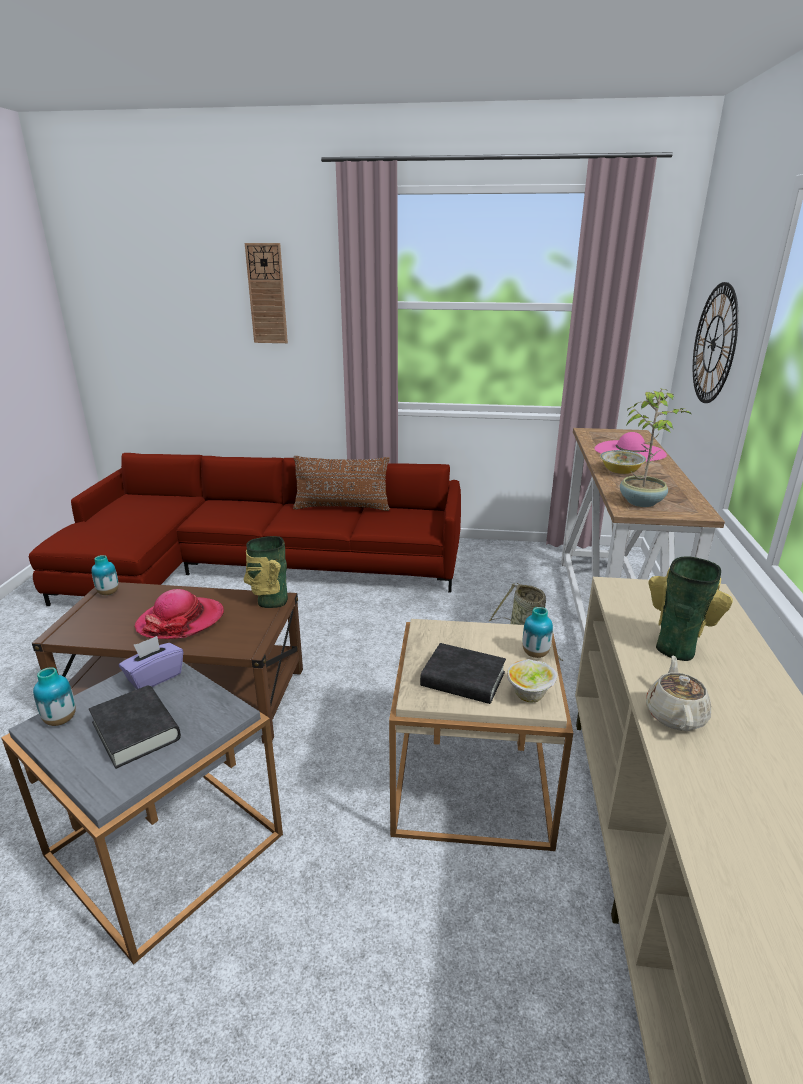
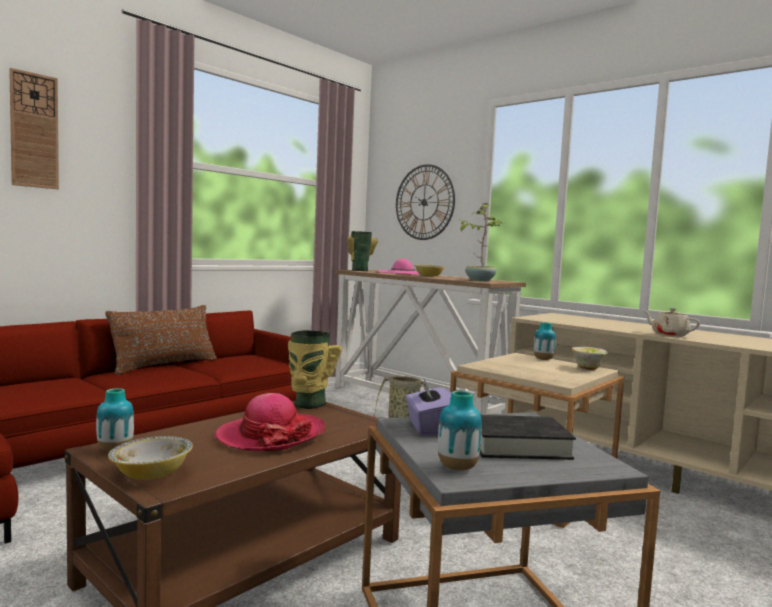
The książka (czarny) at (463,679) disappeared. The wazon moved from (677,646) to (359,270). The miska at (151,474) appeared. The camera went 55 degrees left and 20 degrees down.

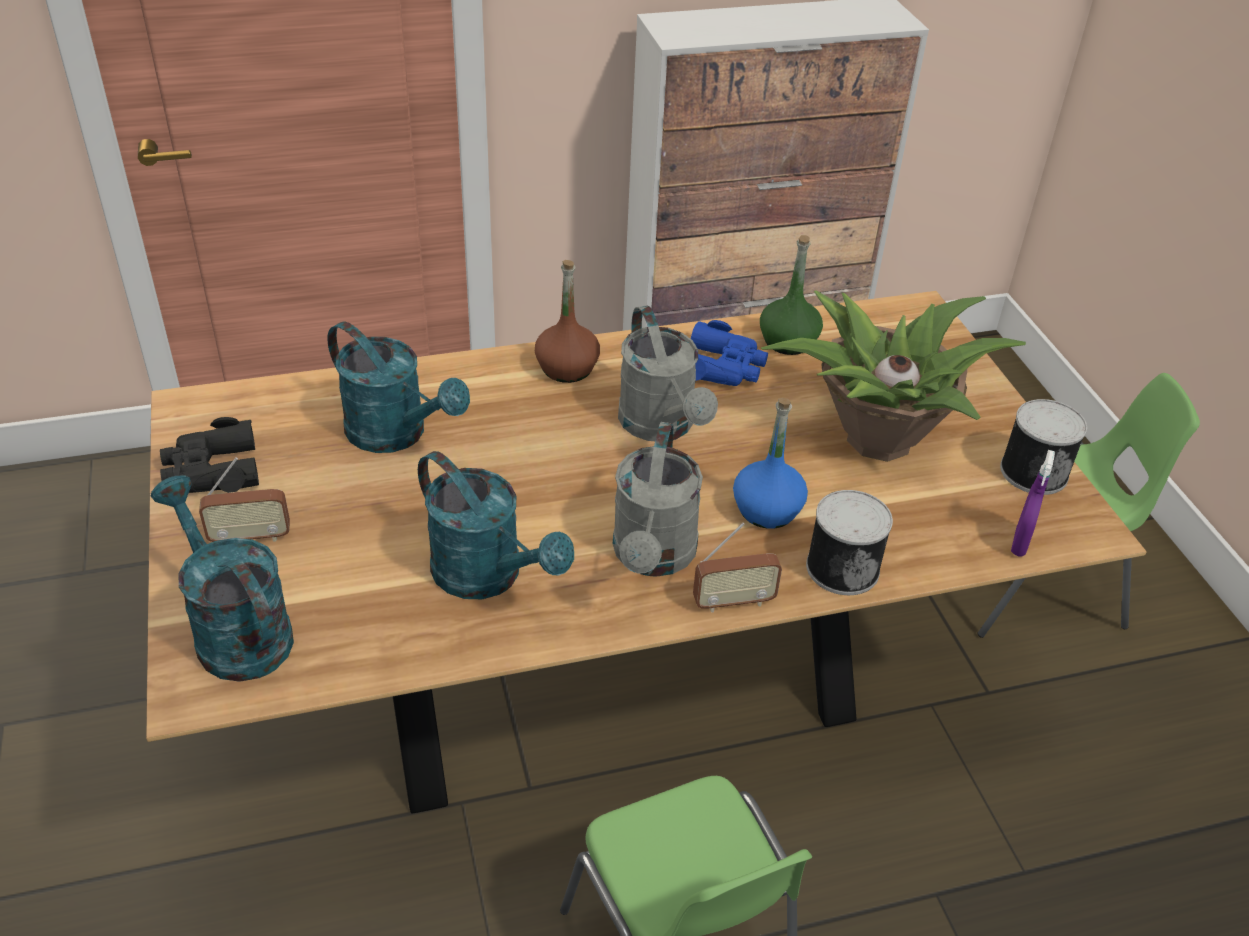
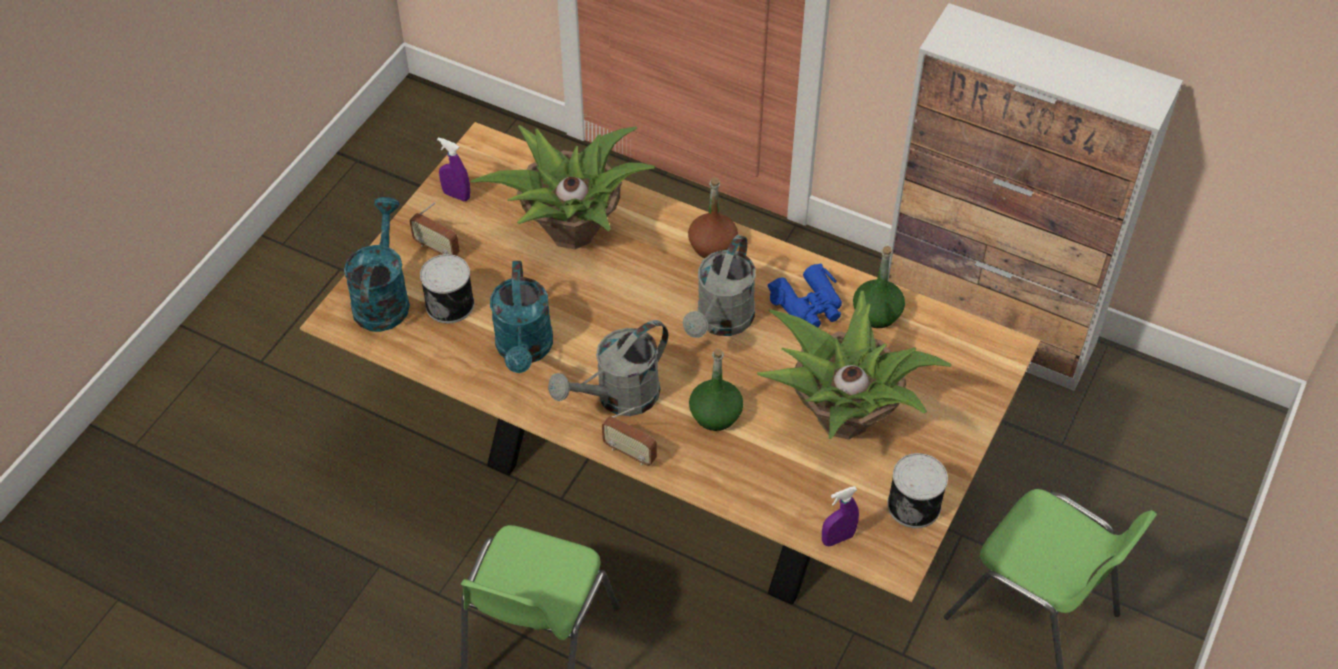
The lornetka (czarny) at (212,471) was replaced by the spryskiwacz (fioletowy) at (456,195). The konewka (turkusowy) at (397,434) was replaced by the roślina doniczkowa at (569,231). The butelka (niebieski) at (767,510) became the butelka (zielony) at (715,414). The puszka moved from (842,566) to (451,303). The camera went 45 degrees right and 10 degrees up.

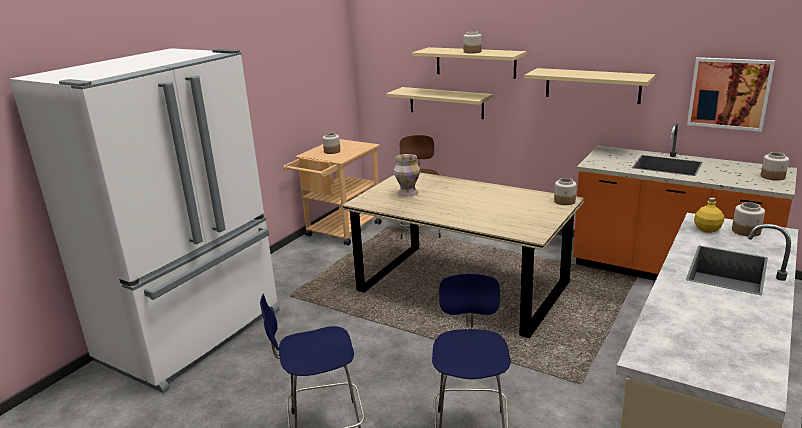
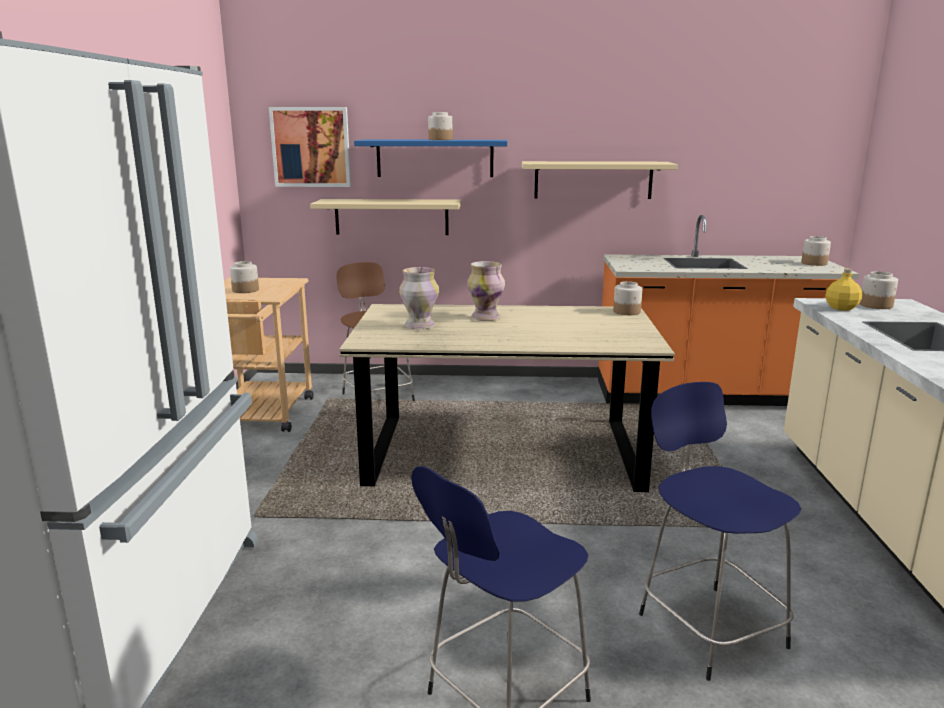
The półka (beżowy) at (475,62) became the półka (niebieski) at (435,158). The obraz moved from (729,93) to (311,147). The wazon at (485,317) appeared. The camera went 30 degrees left and 5 degrees down.

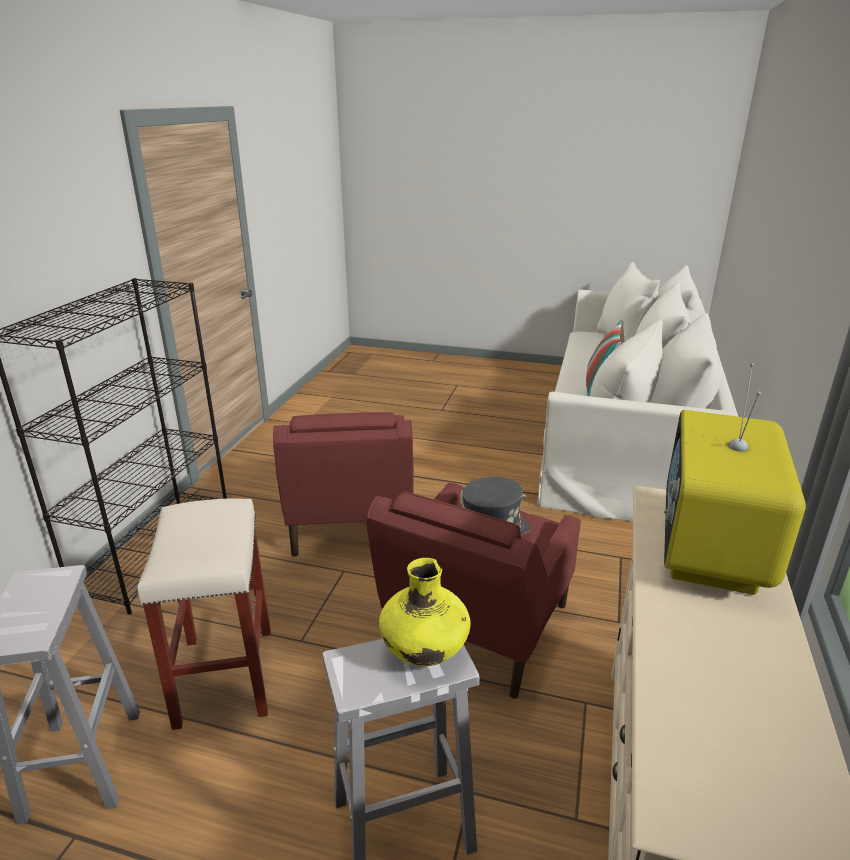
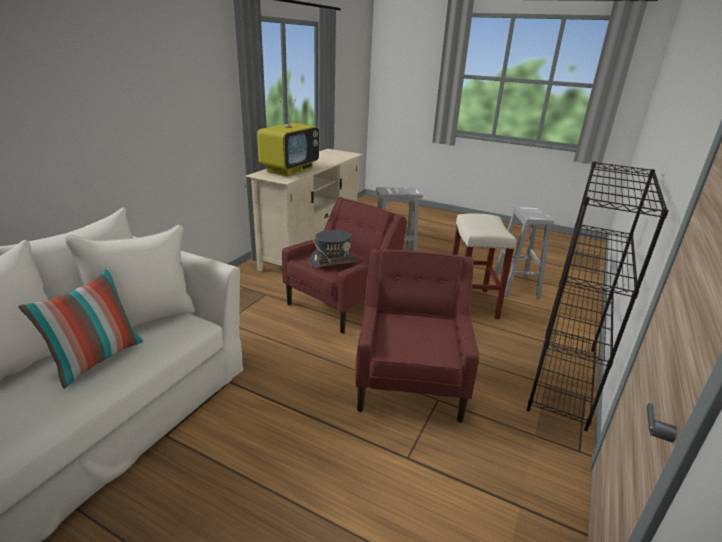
The wazon (żółty) at (424,651) disappeared. The camera went 170 degrees left and 0 degrees up.

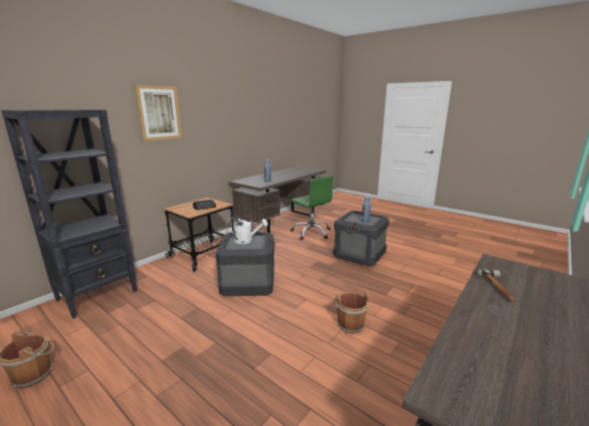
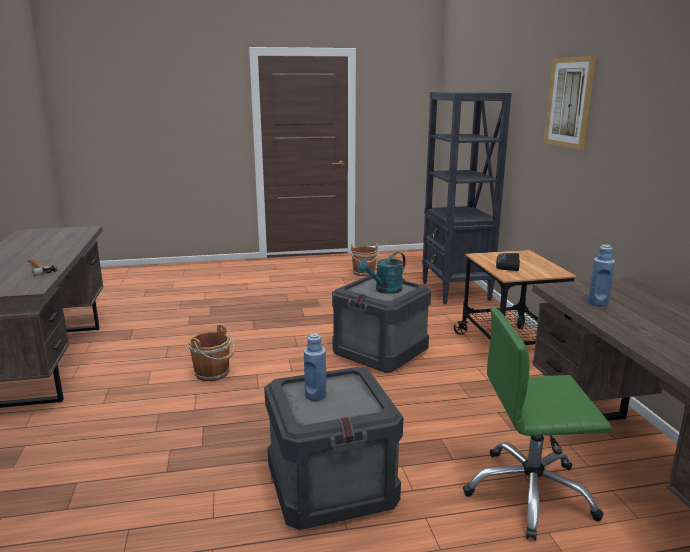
The konewka (biały) at (247,241) became the konewka (turkusowy) at (385,290). The camera went 130 degrees right and 0 degrees up.

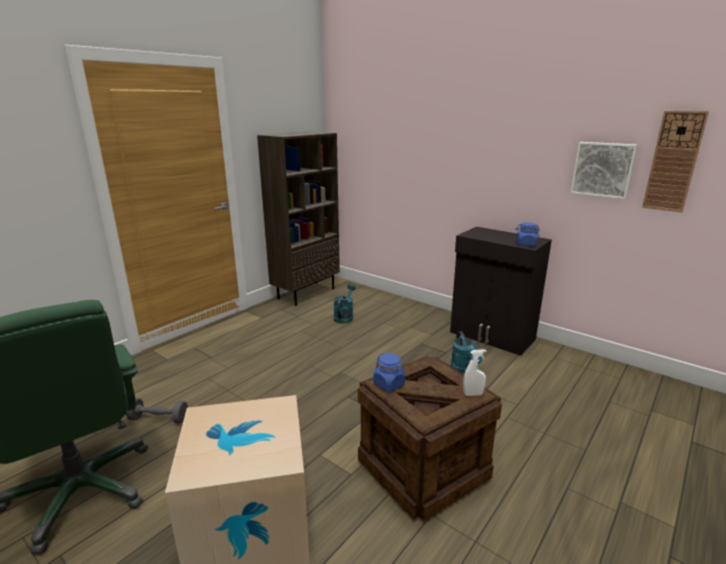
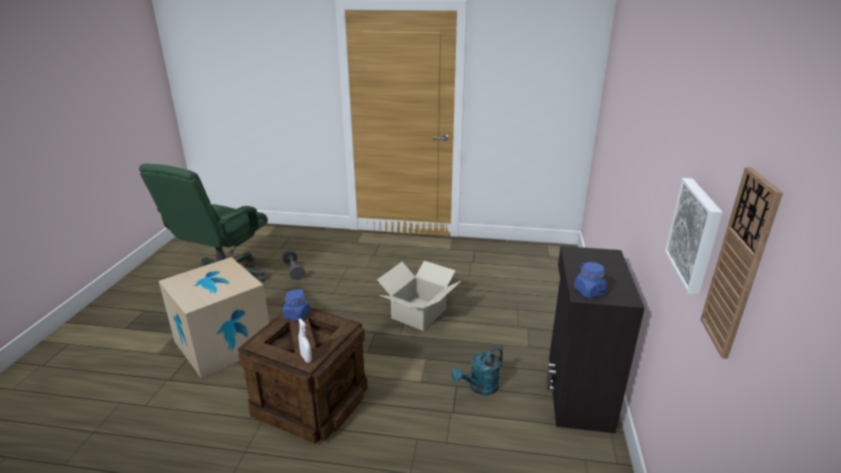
The regał (brązowy) at (306,293) disappeared. The konewka (turkusowy) at (344,316) disappeared. The karton at (419,313) appeared. The camera went 60 degrees right and 5 degrees up.

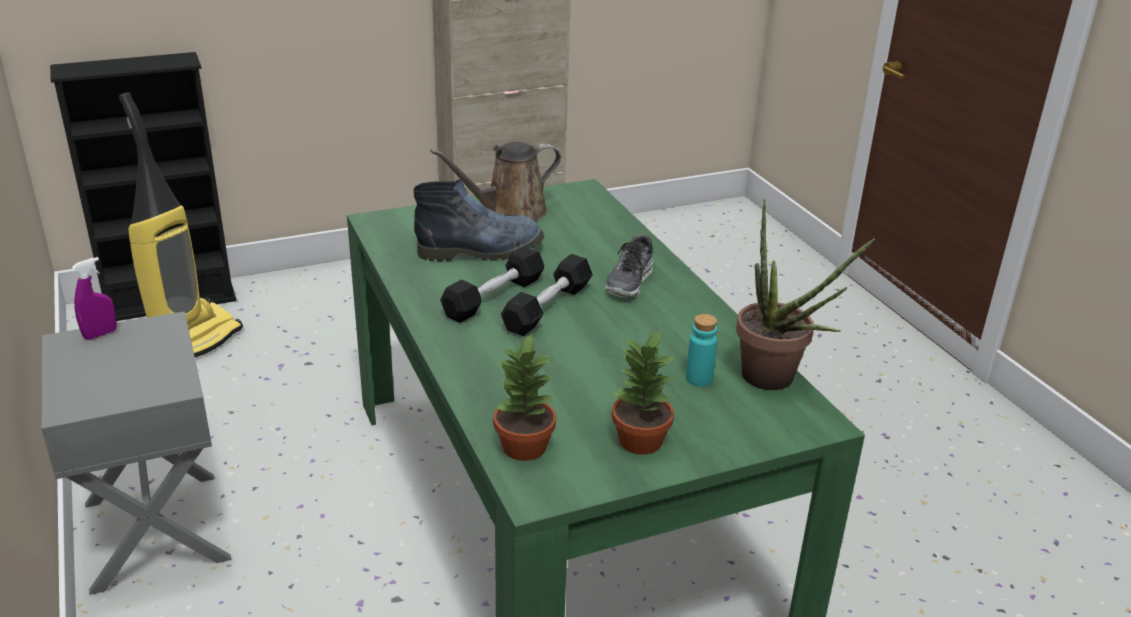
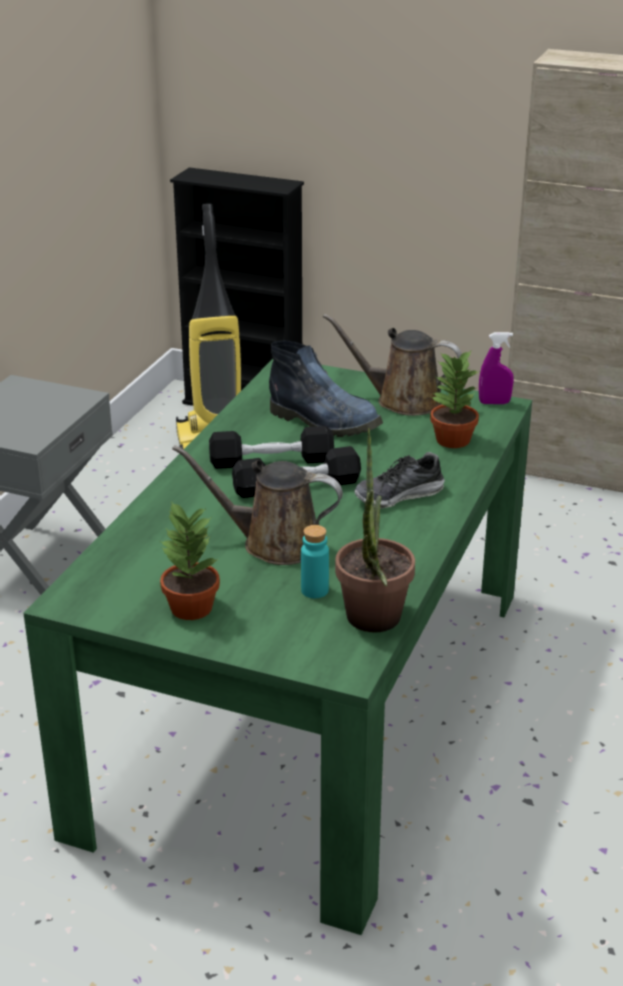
The spryskiwacz (fioletowy) moved from (100,334) to (494,403). The roślina doniczkowa moved from (523,447) to (451,440). The konewka (brązowy) at (274,543) appeared. The camera went 45 degrees right and 0 degrees up.

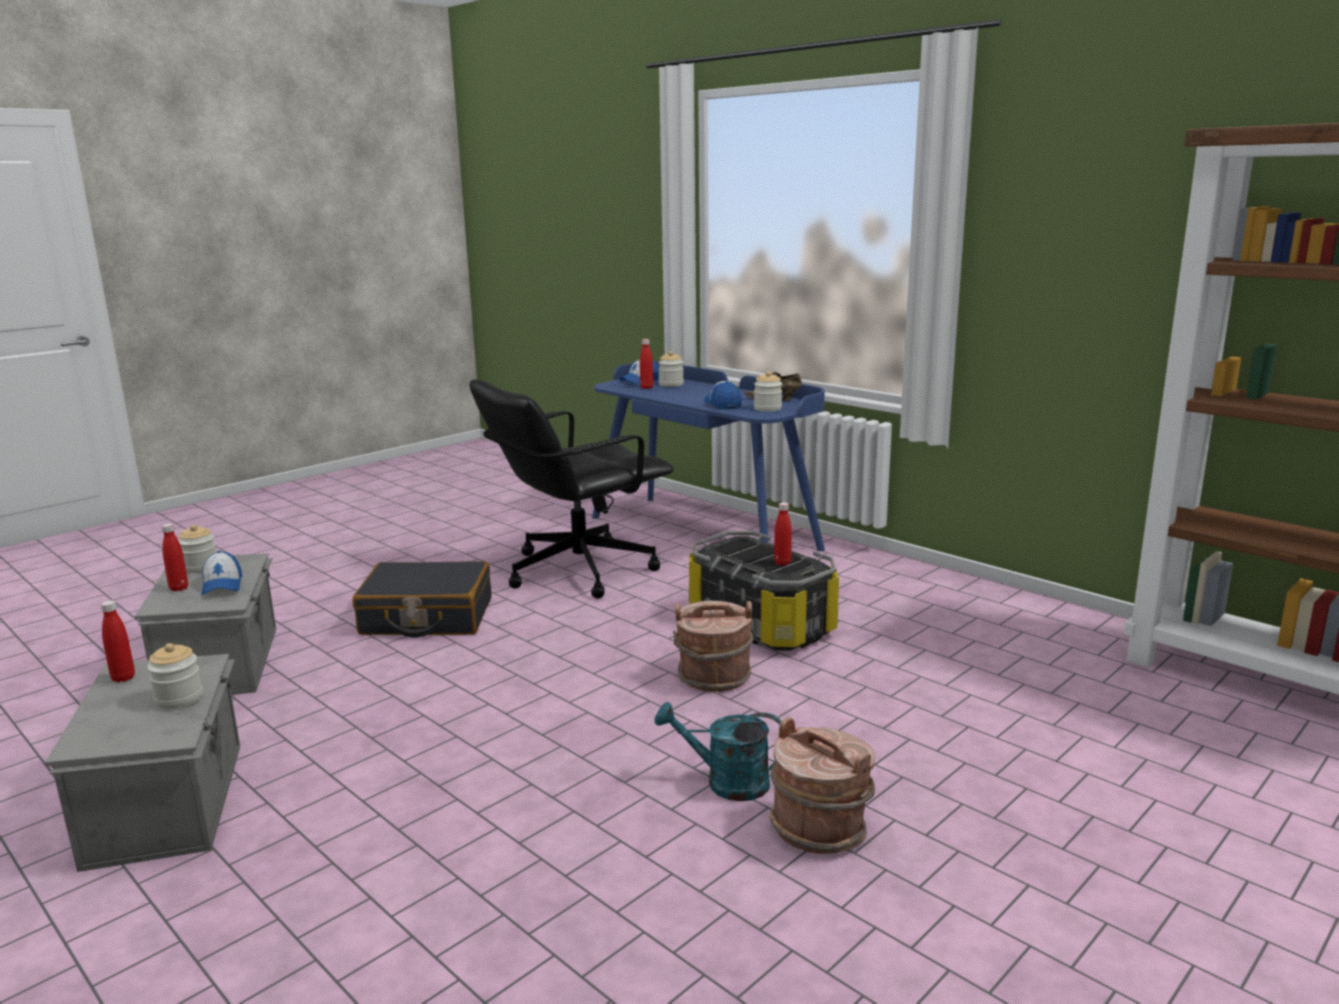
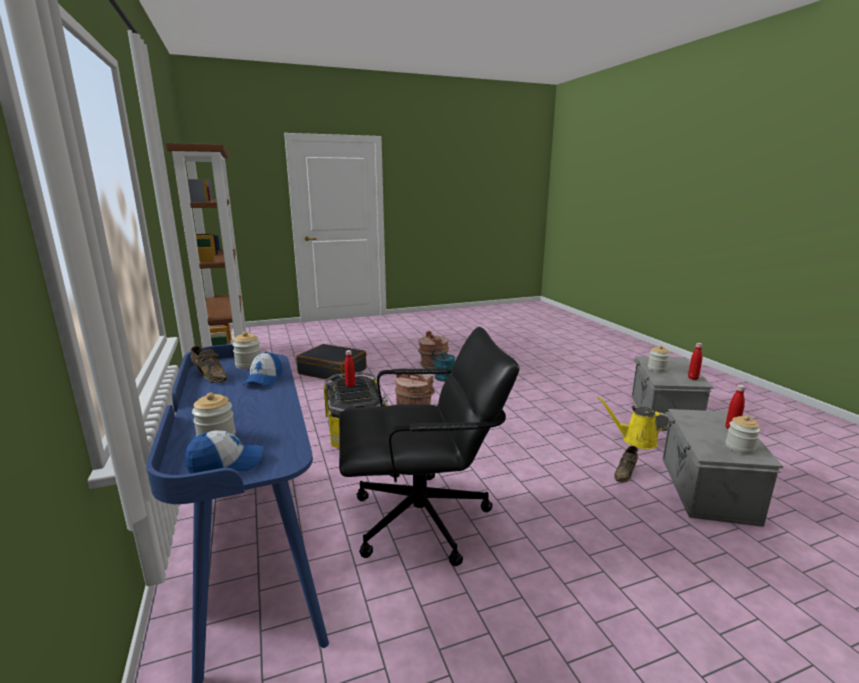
The czapka z daszkiem at (222,585) disappeared. The walizka (czarny) moved from (426,617) to (333,371). The butelka (czerwony) at (646,388) disappeared. The konewka (żółty) at (636,440) appeared. The but (brązowy) at (626,473) appeared. The camera went 155 degrees left and 0 degrees up.

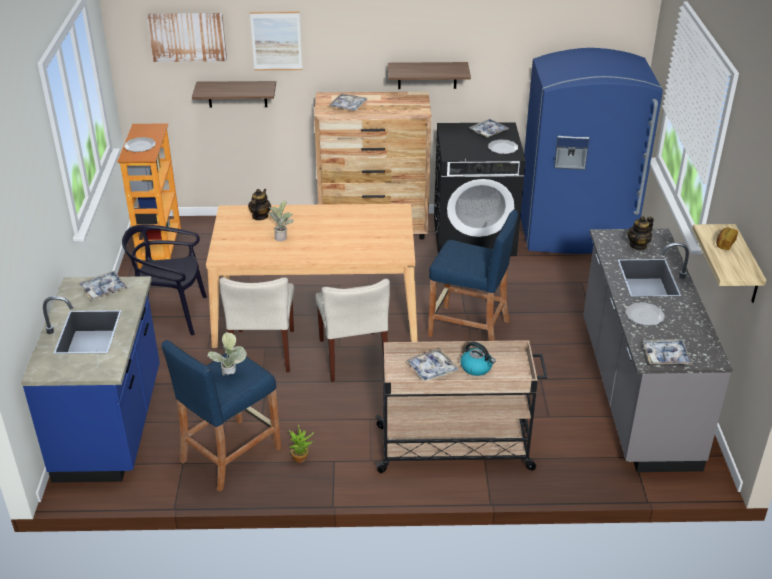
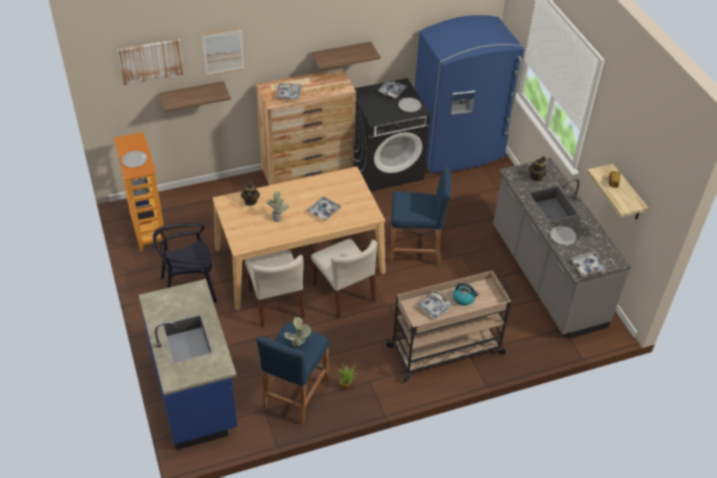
The taca moved from (103,289) to (324,211). The camera went 20 degrees left and 10 degrees up.

